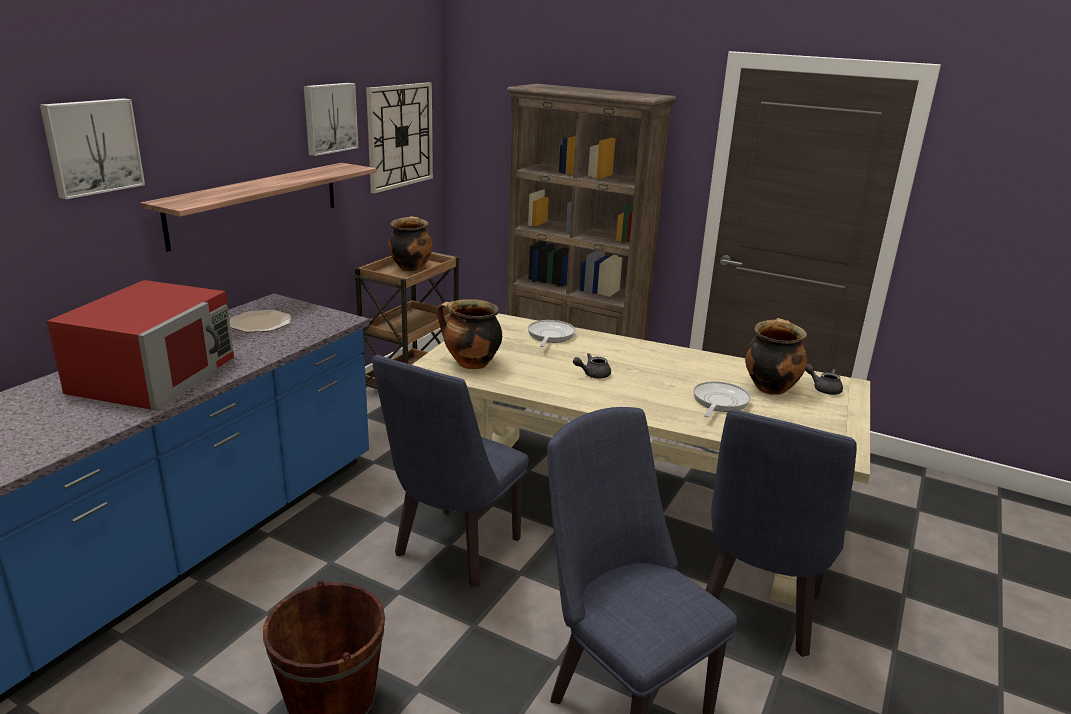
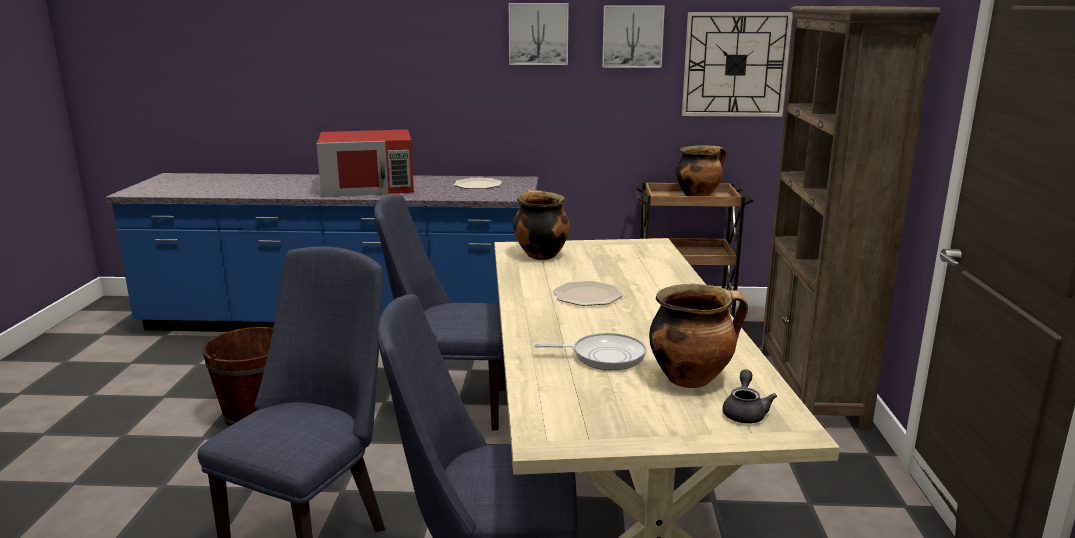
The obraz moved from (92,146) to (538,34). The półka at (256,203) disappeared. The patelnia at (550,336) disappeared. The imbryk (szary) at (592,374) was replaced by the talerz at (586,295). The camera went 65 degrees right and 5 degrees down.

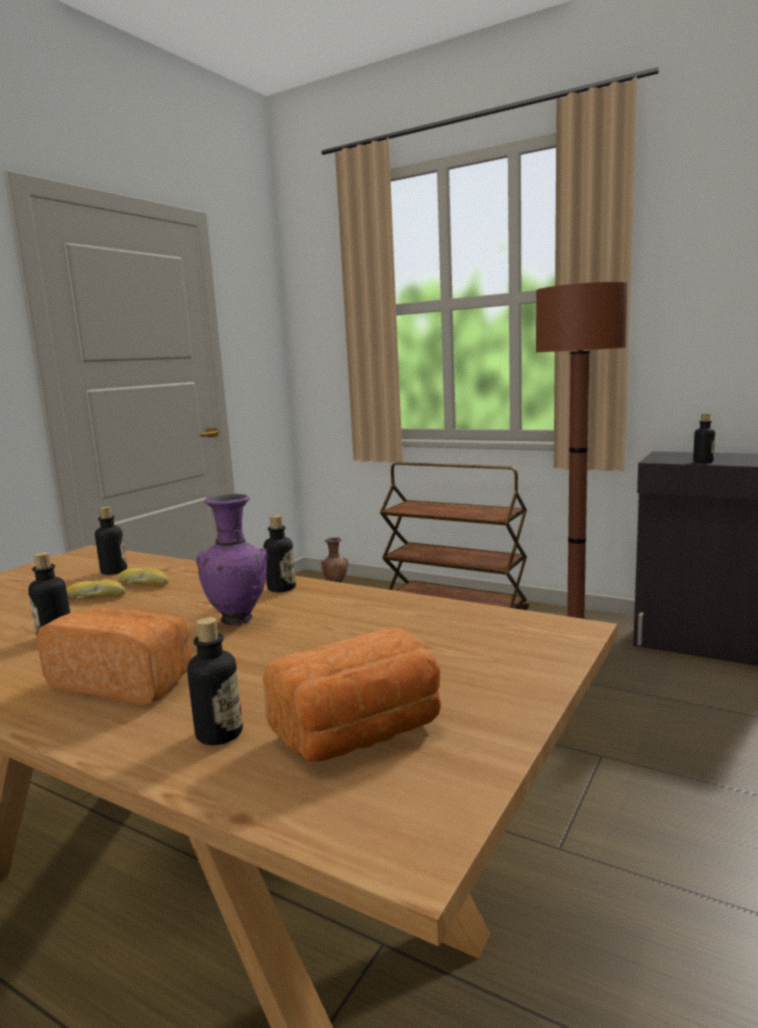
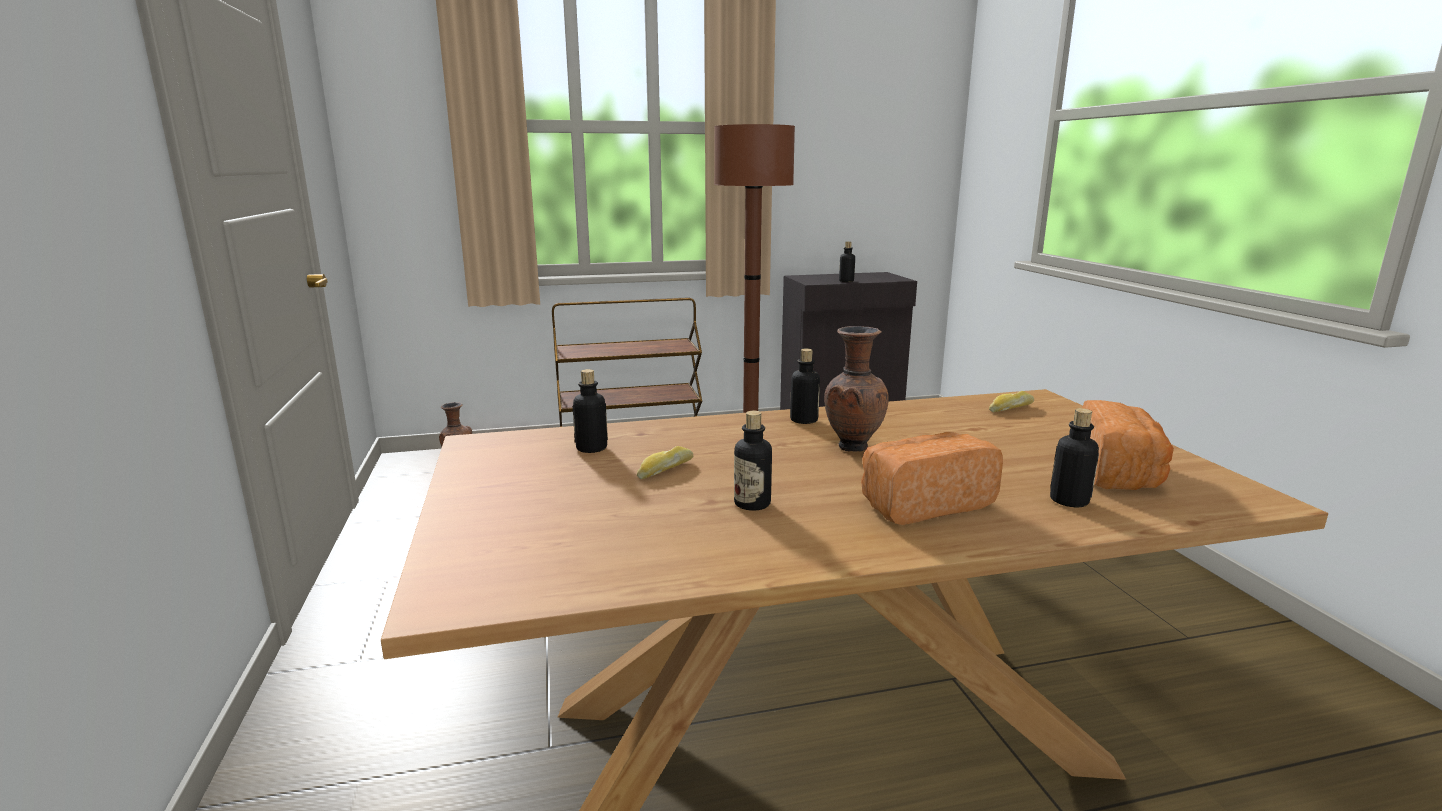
The chleb moved from (144,584) to (1010,408). The wazon (fioletowy) at (239,620) became the wazon (brązowy) at (852,447). The camera went 45 degrees left and 5 degrees up.

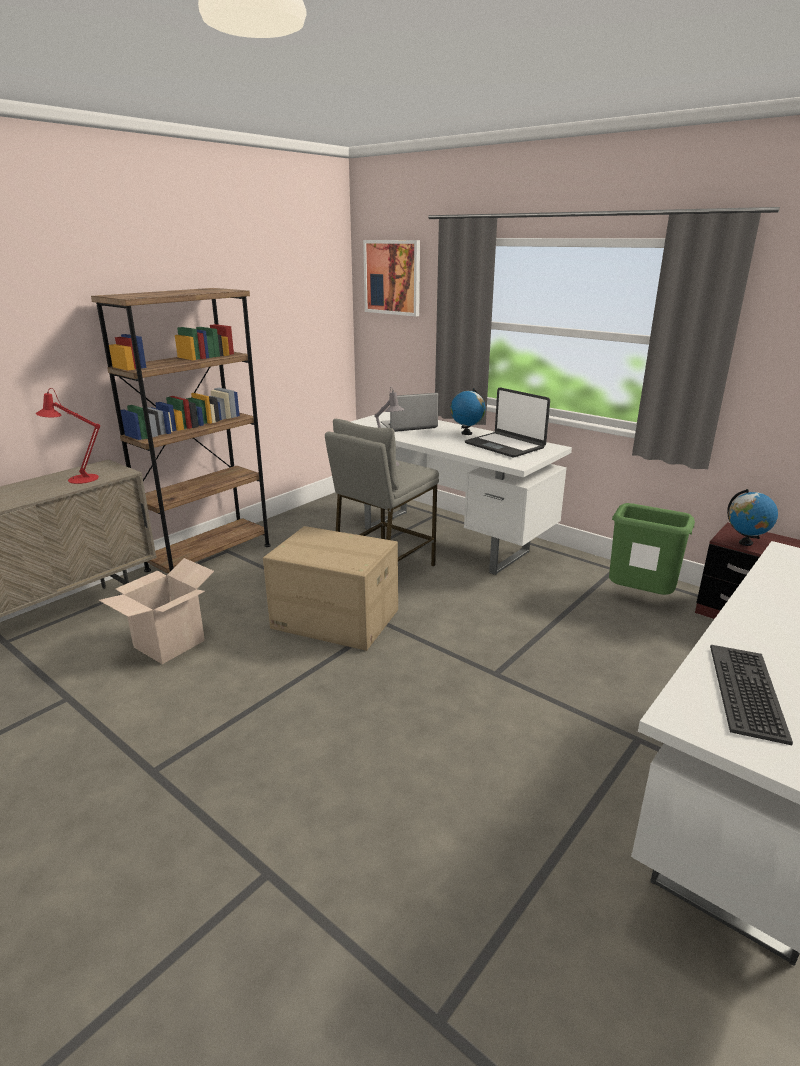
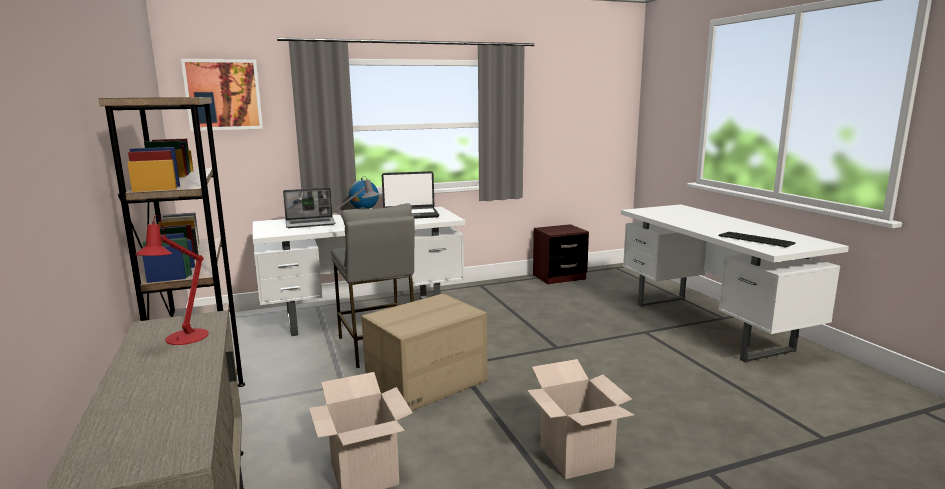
The laptop at (408,426) turned 120 degrees counterclockwise. The kosz na śmieci (zielony) at (640,598) disappeared. The globus at (745,543) disappeared. The karton at (576,457) appeared. The camera went 60 degrees left and 10 degrees down.

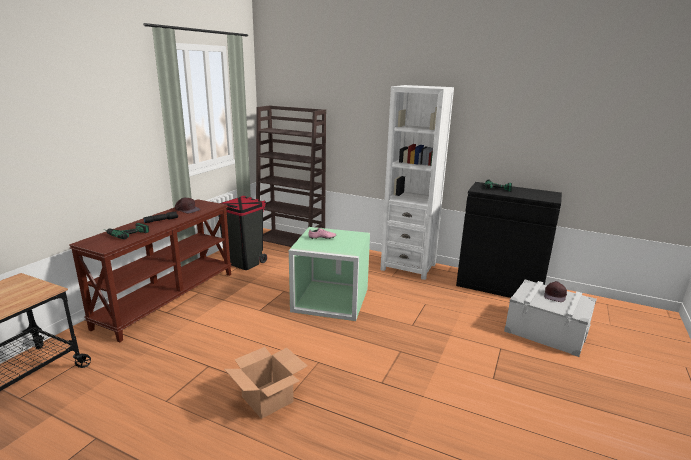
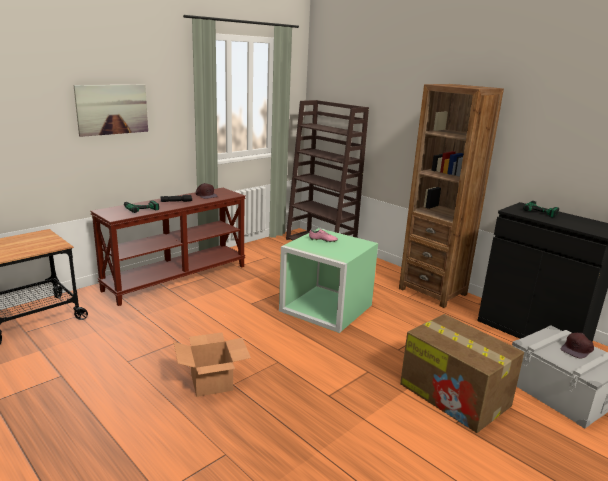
The kosz na śmieci (czarny) at (244,262) disappeared. The regał (biały) at (408,267) became the regał (brązowy) at (432,291). The obraz at (112,109) appeared. The karton at (456,395) appeared. The camera went 20 degrees right and 0 degrees up.

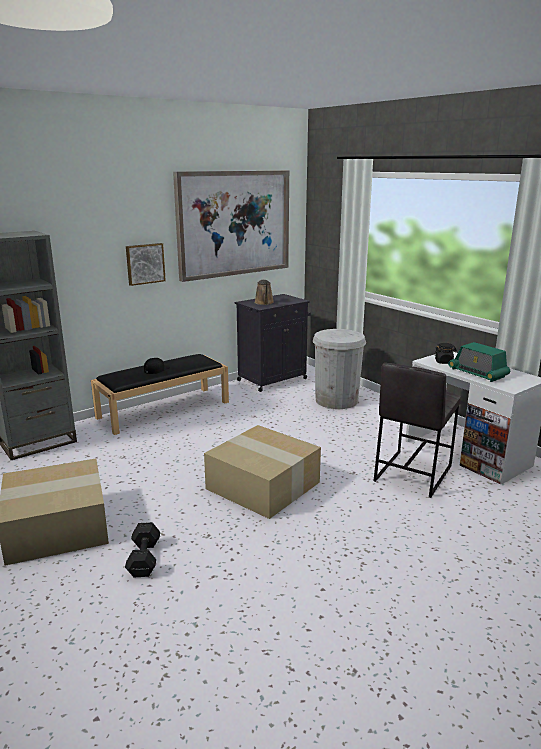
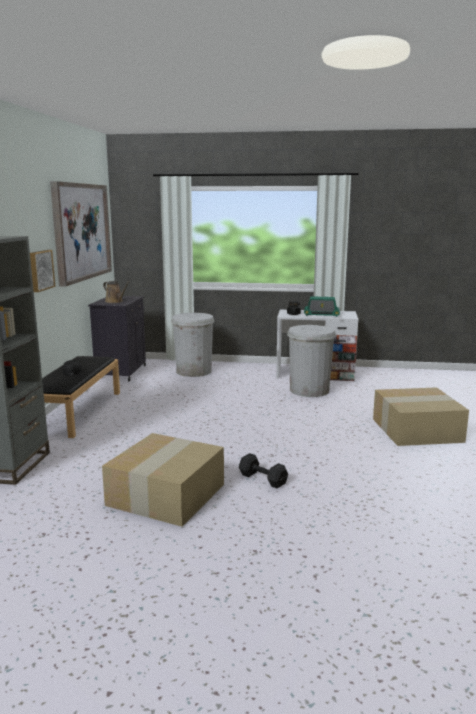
The karton moved from (265,485) to (417,430). The stołek (szary) at (412,473) was replaced by the kosz na śmieci (biały) at (309,390). The camera went 45 degrees left and 5 degrees down.

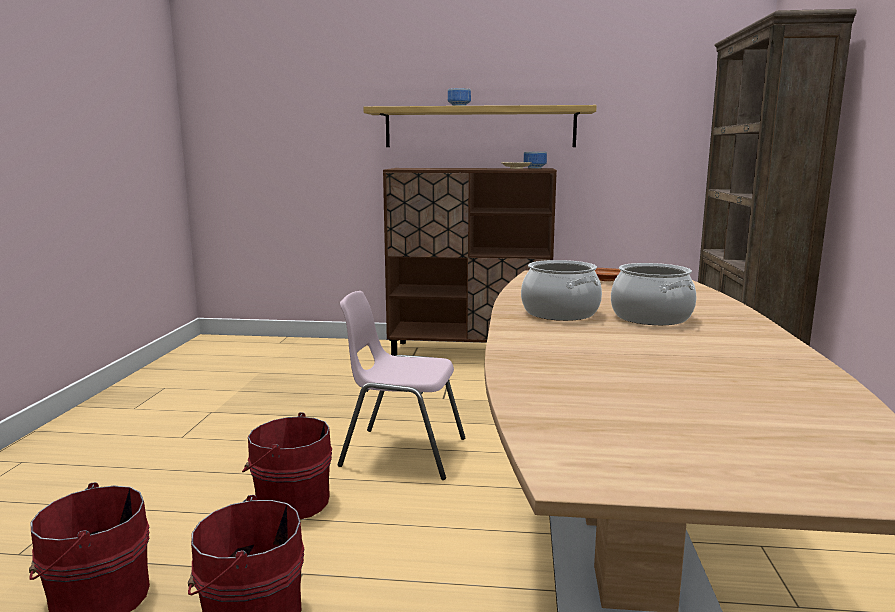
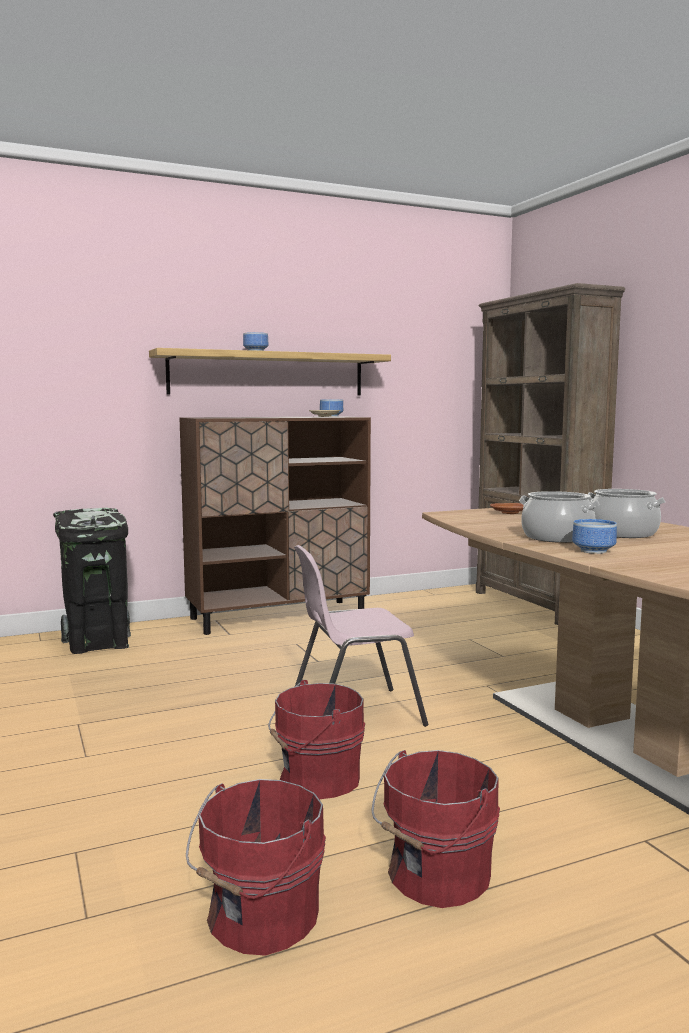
The kosz na śmieci (czarny) at (98,643) appeared. The miska at (595,551) appeared. The camera went 30 degrees left and 5 degrees down.

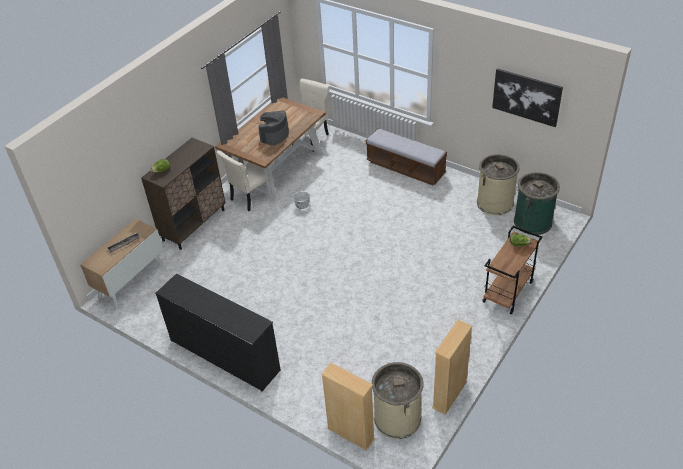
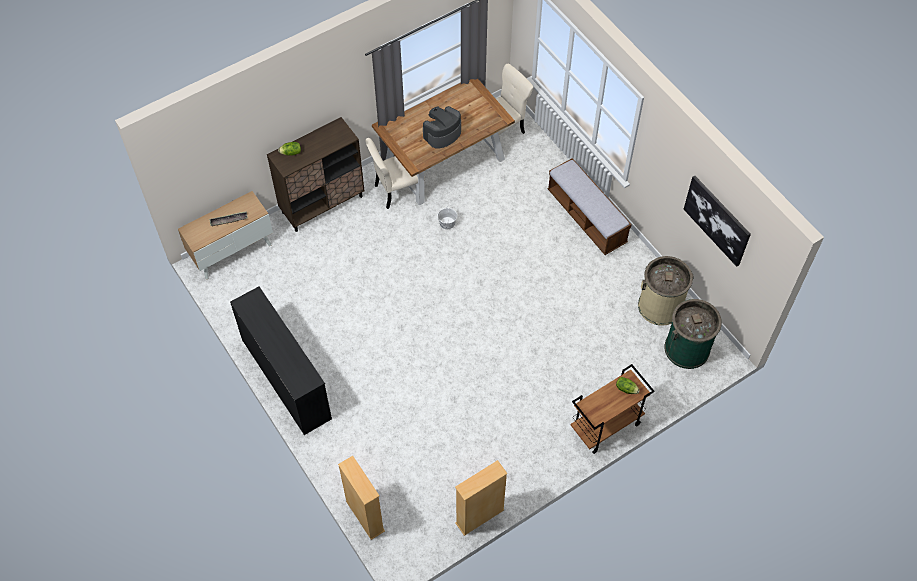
The kosz na śmieci (beżowy) at (397,418) disappeared. The camera went 20 degrees right and 15 degrees up.

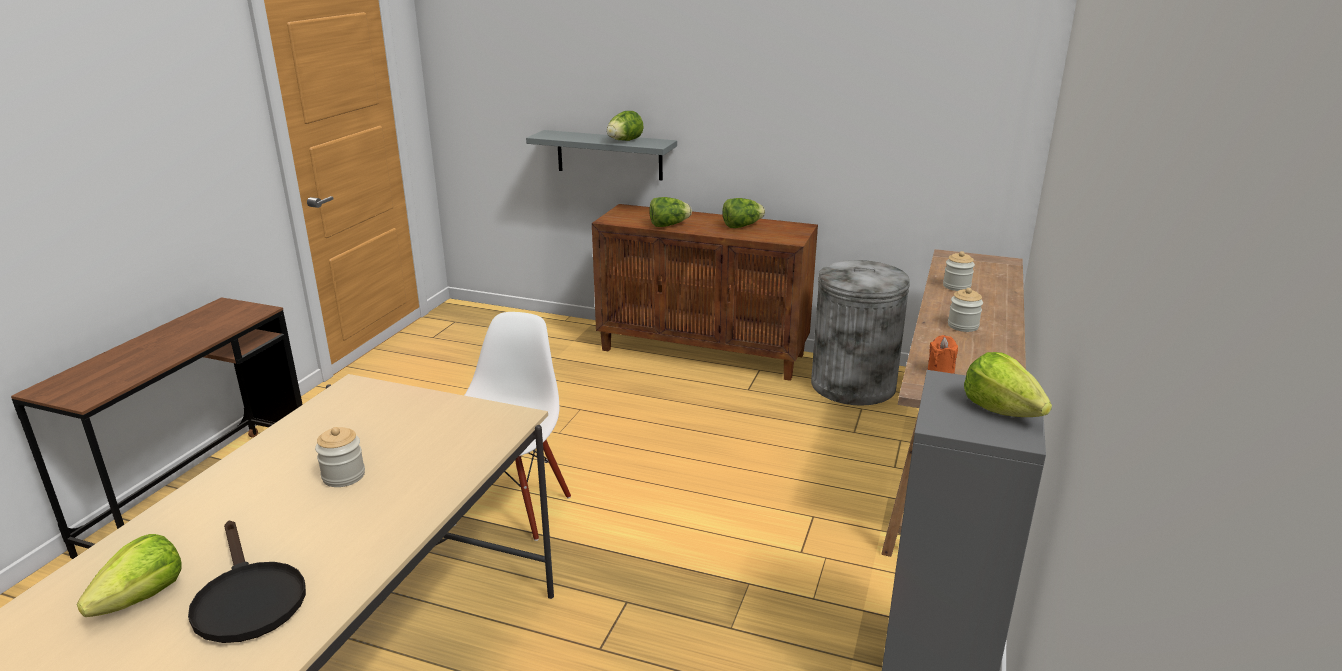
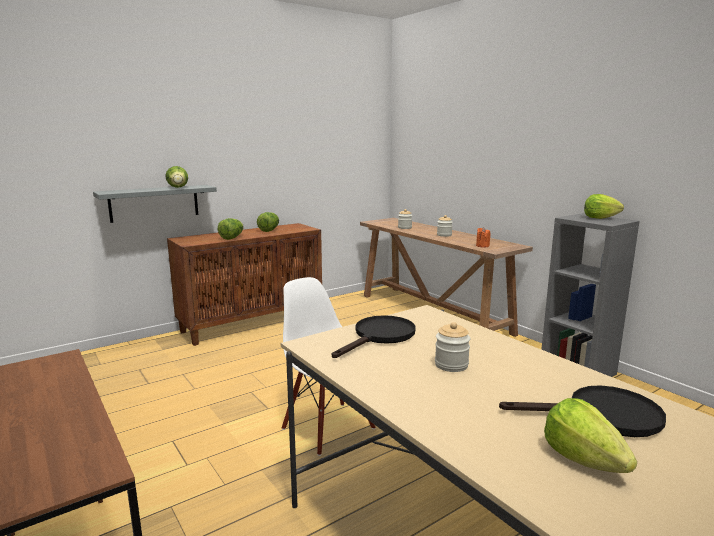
The kosz na śmieci (szary) at (852,385) disappeared. The patelnia (czarny) at (380,336) appeared. The camera went 55 degrees left and 10 degrees down.

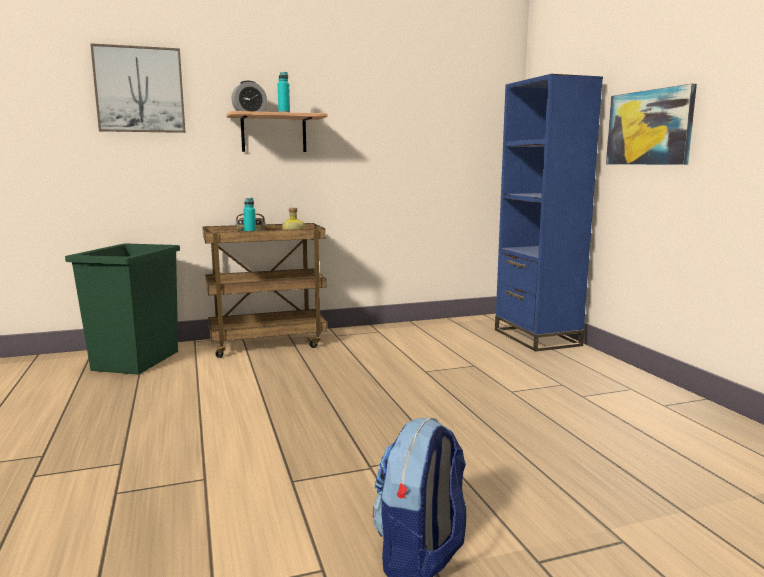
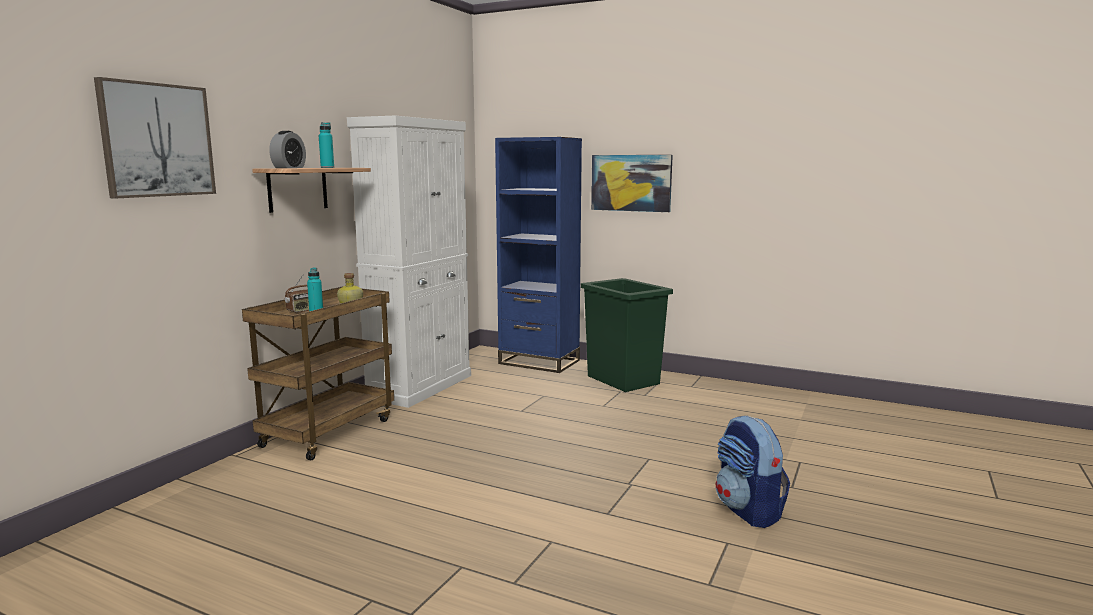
The kosz na śmieci (zielony) moved from (135,361) to (623,380). The szafka (biały) at (420,386) appeared. The camera went 45 degrees left and 0 degrees up.

